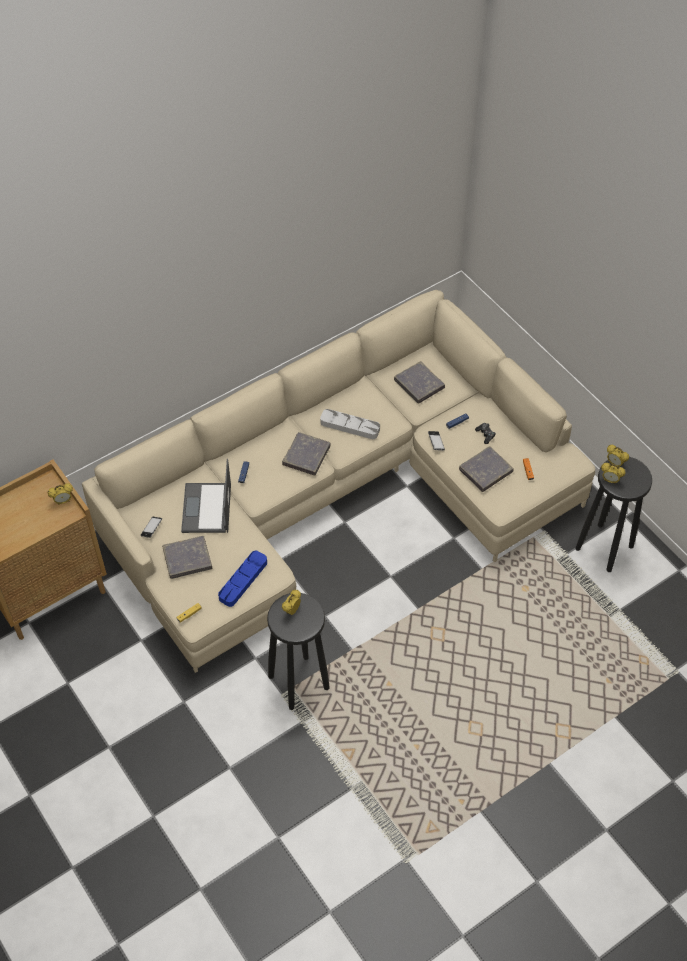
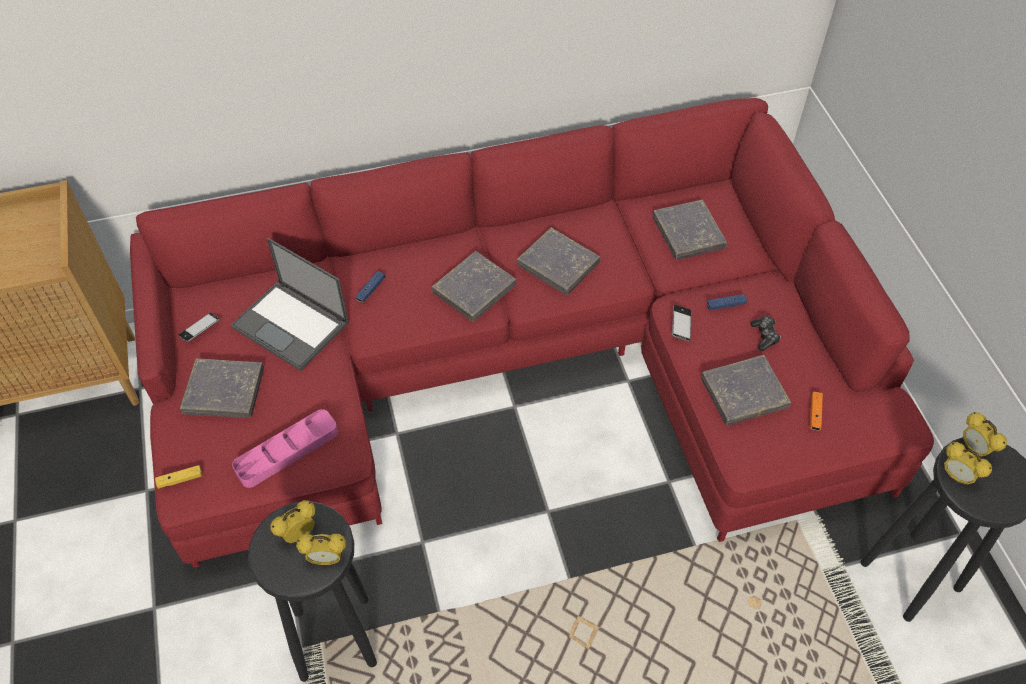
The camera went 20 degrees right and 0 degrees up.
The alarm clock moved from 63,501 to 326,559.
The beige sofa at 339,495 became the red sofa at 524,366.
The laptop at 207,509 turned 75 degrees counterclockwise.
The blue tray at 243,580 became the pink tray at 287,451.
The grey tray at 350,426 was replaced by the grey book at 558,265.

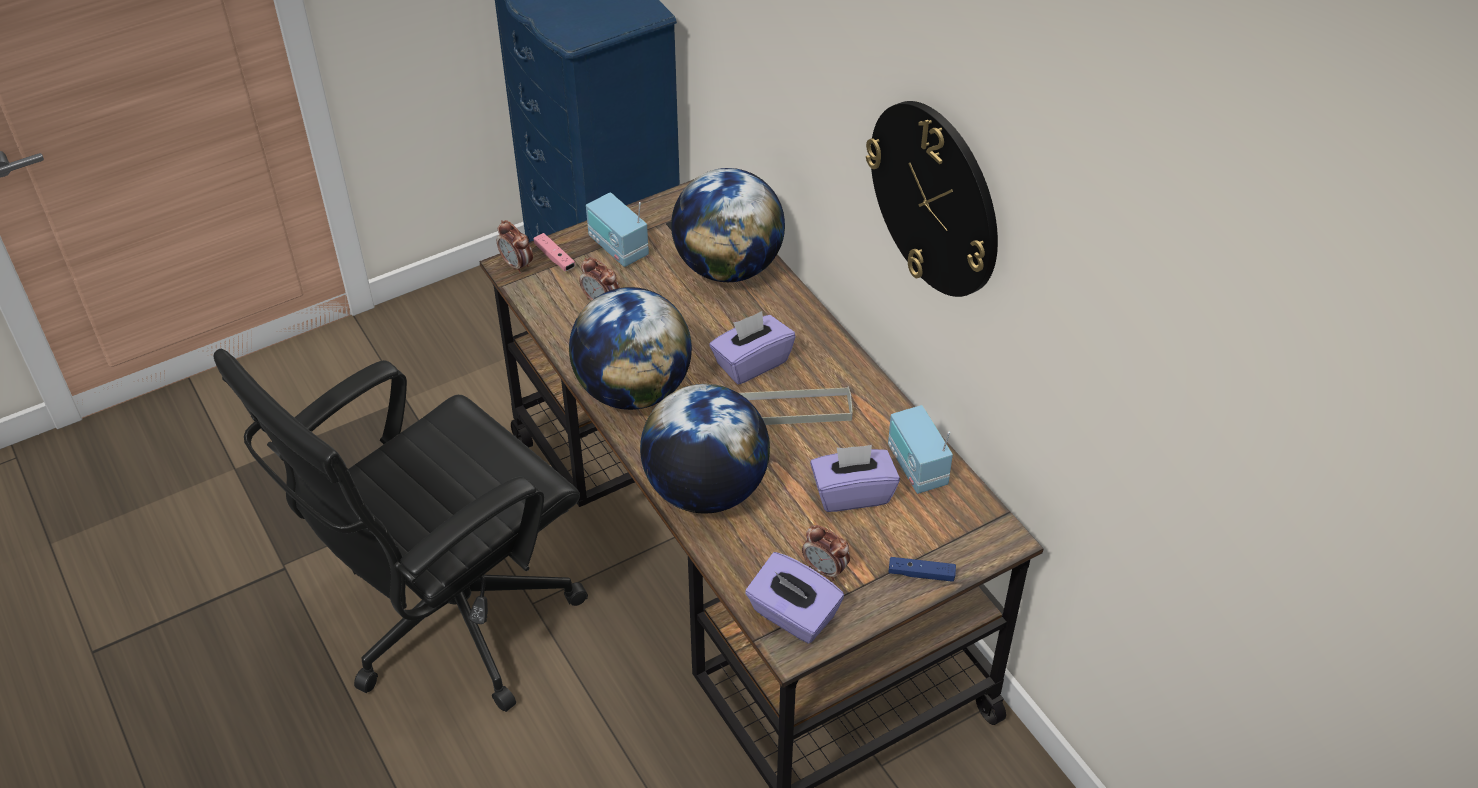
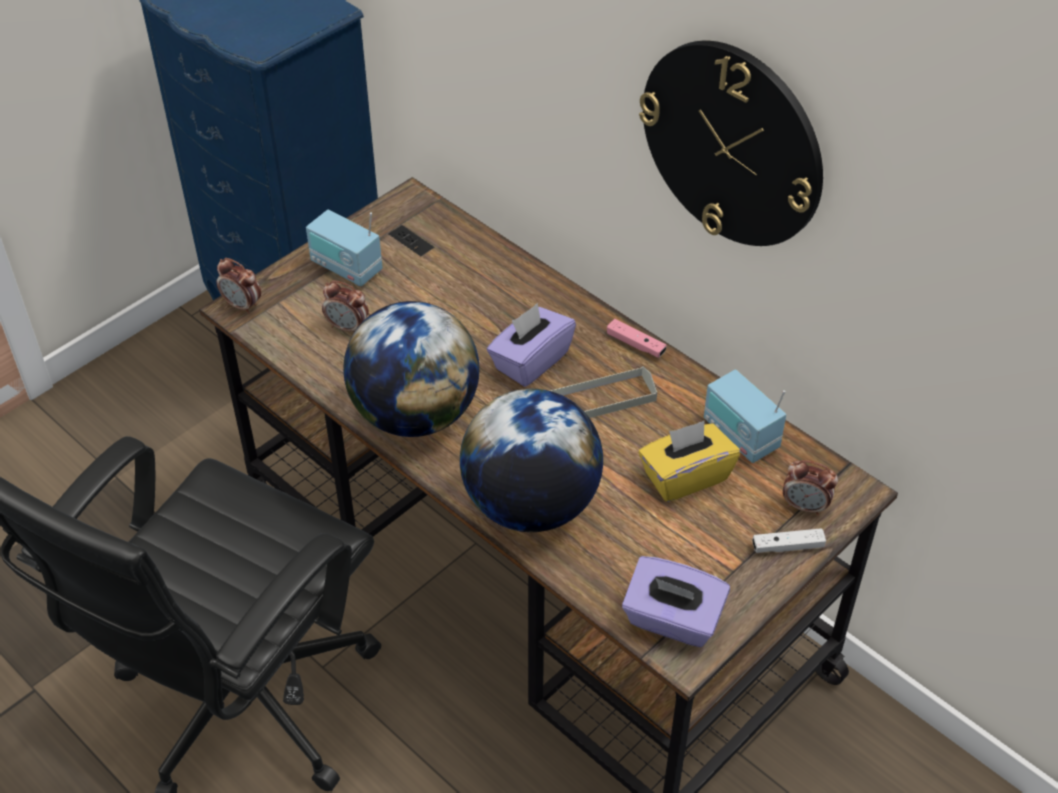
The camera went 15 degrees left and 0 degrees up.
The pink game controller moved from 554,258 to 635,344.
The globe at 728,266 disappeared.
The alarm clock moved from 825,569 to 805,506.
The purple tissue box at 852,493 became the yellow tissue box at 685,476.
The blue game controller at 921,574 became the white game controller at 787,546.

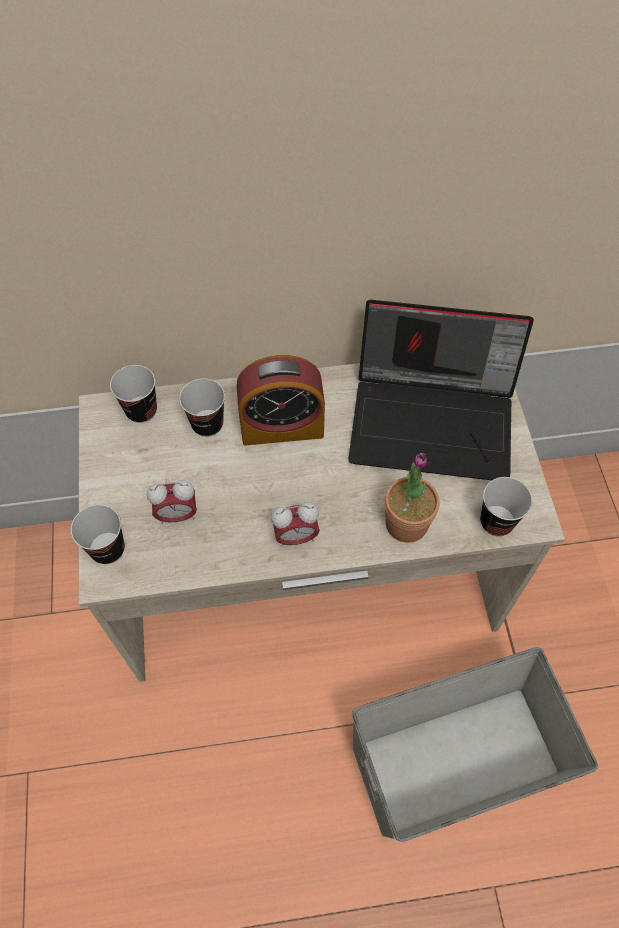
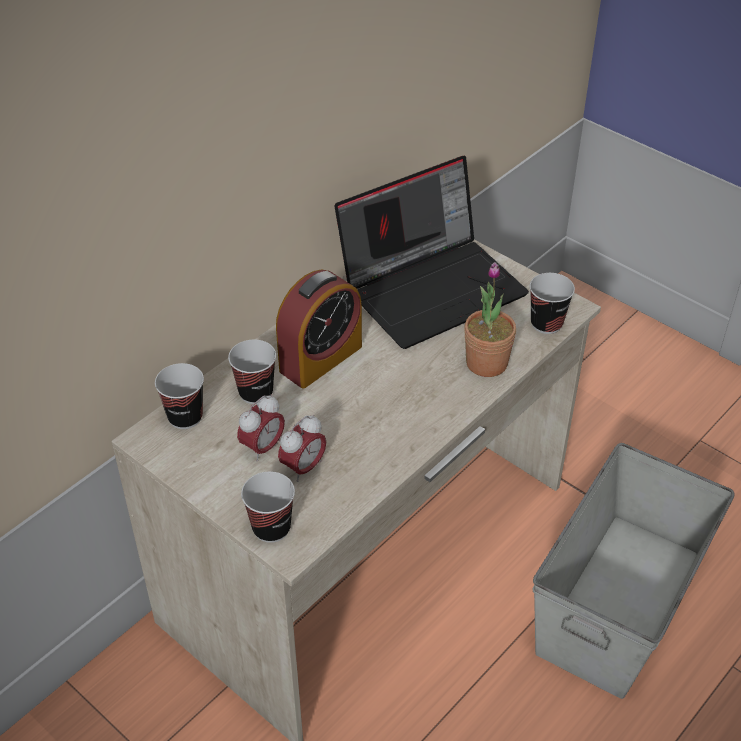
The camera went 40 degrees left and 15 degrees down.
The alarm clock moved from 296,537 to 263,447.

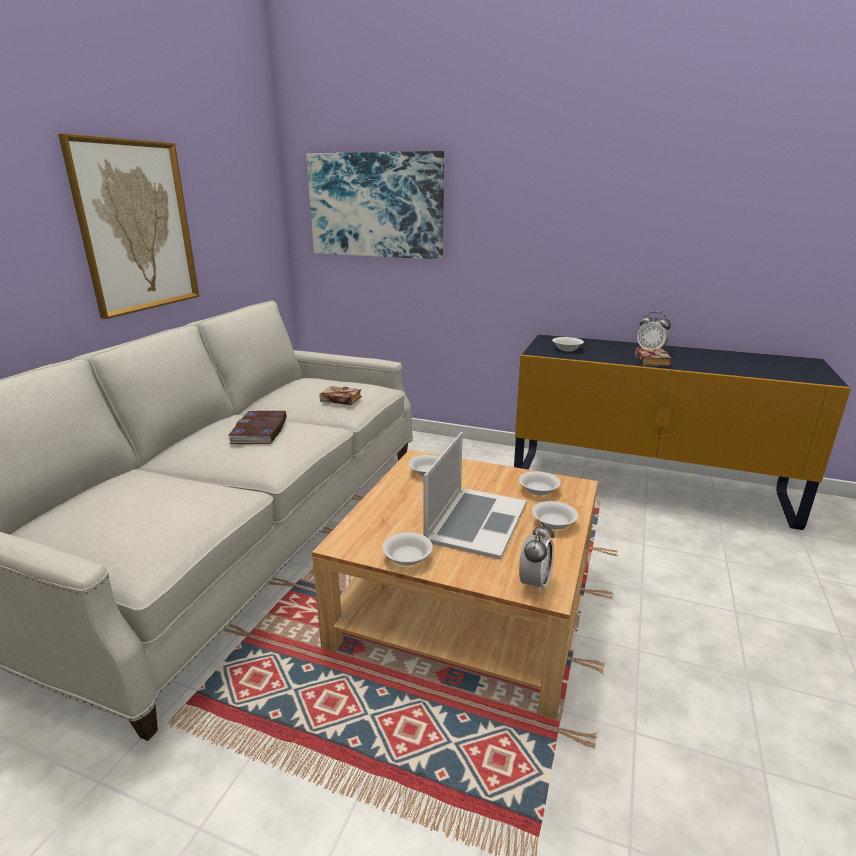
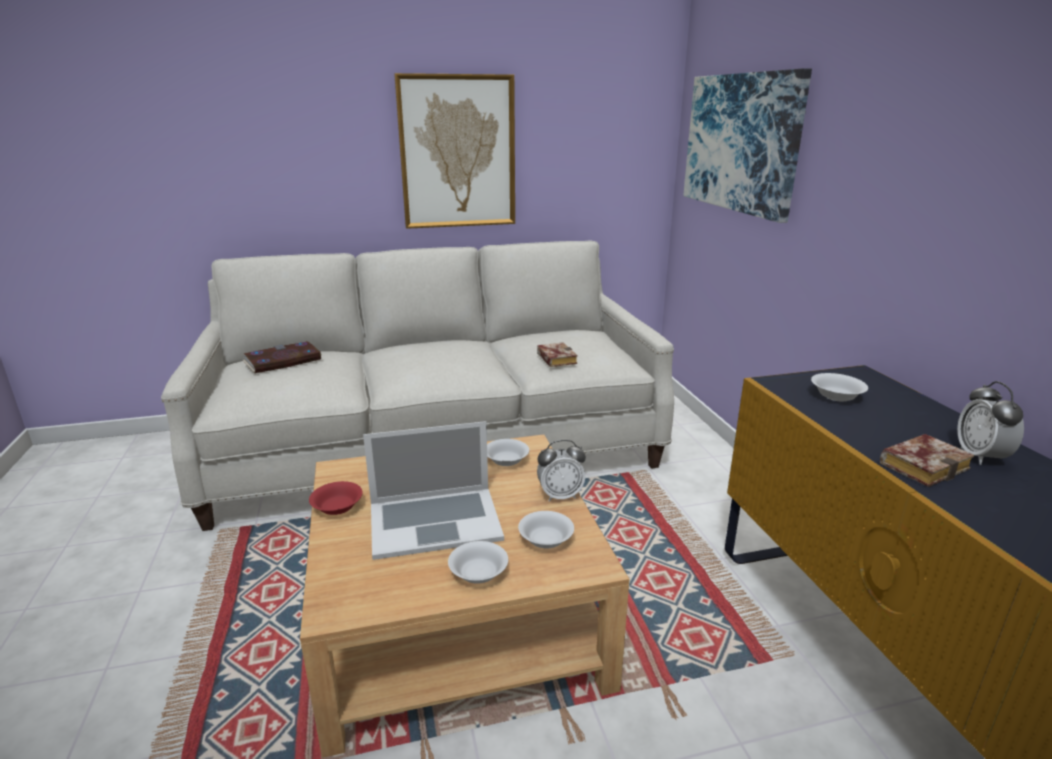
The camera went 55 degrees right and 0 degrees up.
The book moved from 260,431 to 283,361.
The white bowl at 408,558 became the red bowl at 338,507.
The alarm clock moved from 534,583 to 560,495.

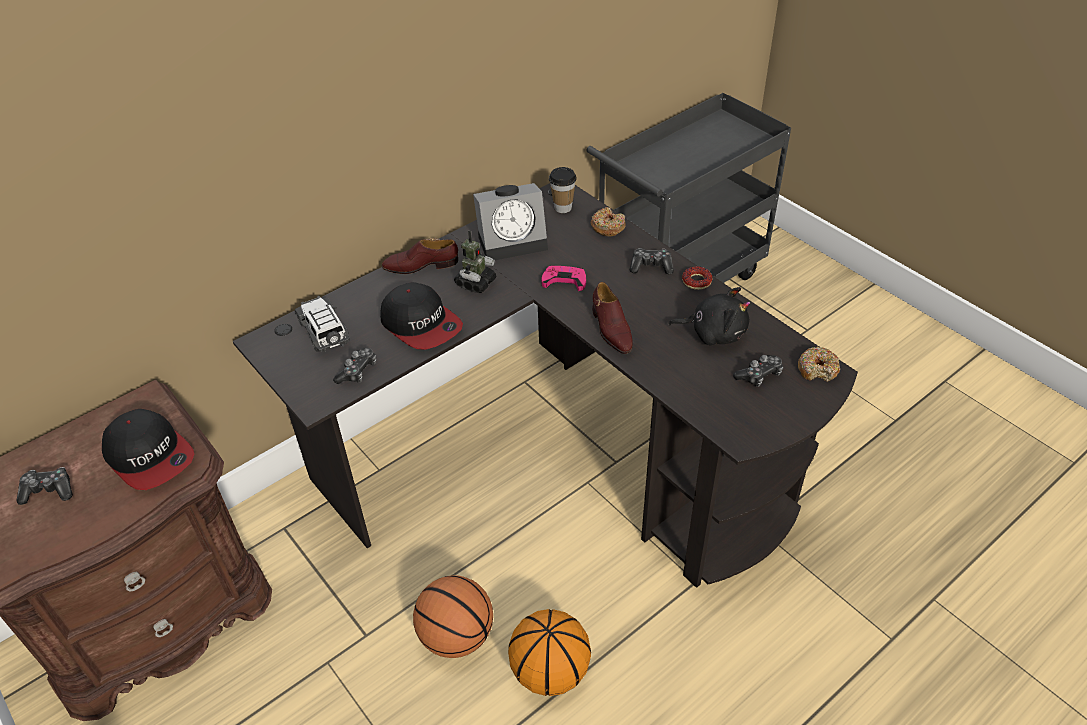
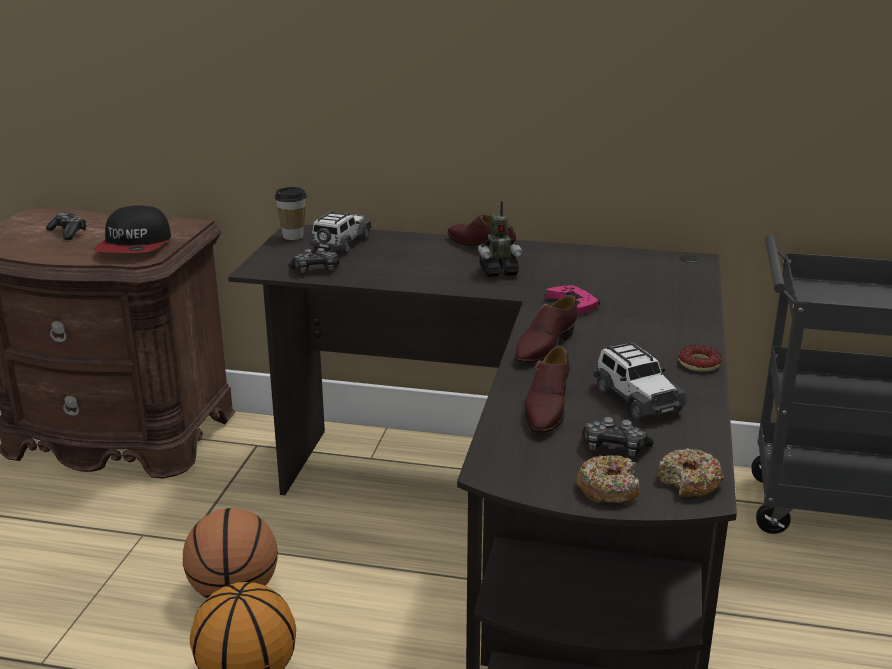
The camera went 50 degrees right and 20 degrees down.
The cap at 421,324 disappeared.
The alarm clock at 514,241 disappeared.
The cup moved from 563,208 to 293,236.
The donut moved from 607,227 to 608,489.
The game controller at 651,266 disappeared.
The black plush toy at 714,333 was replaced by the toy car at 636,399.
The brown shoe at 546,409 appeared.

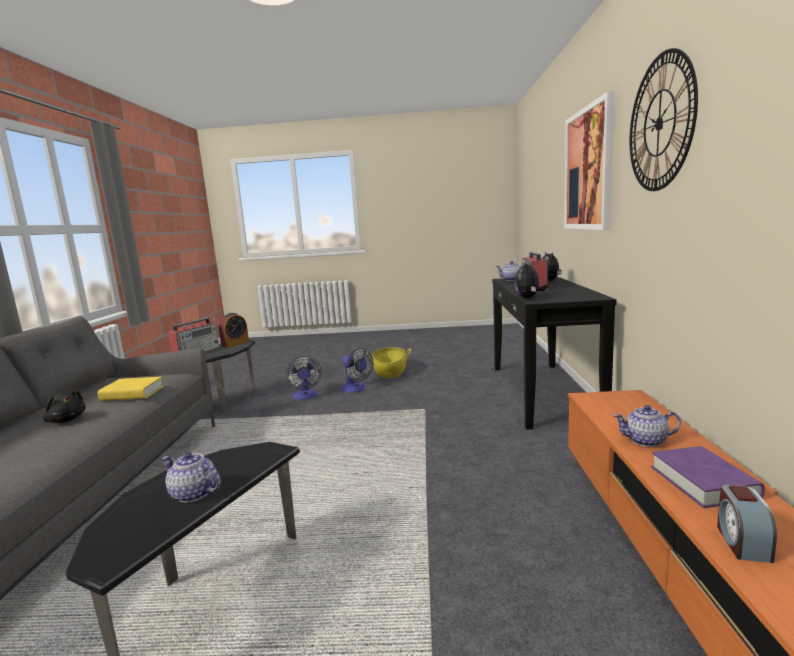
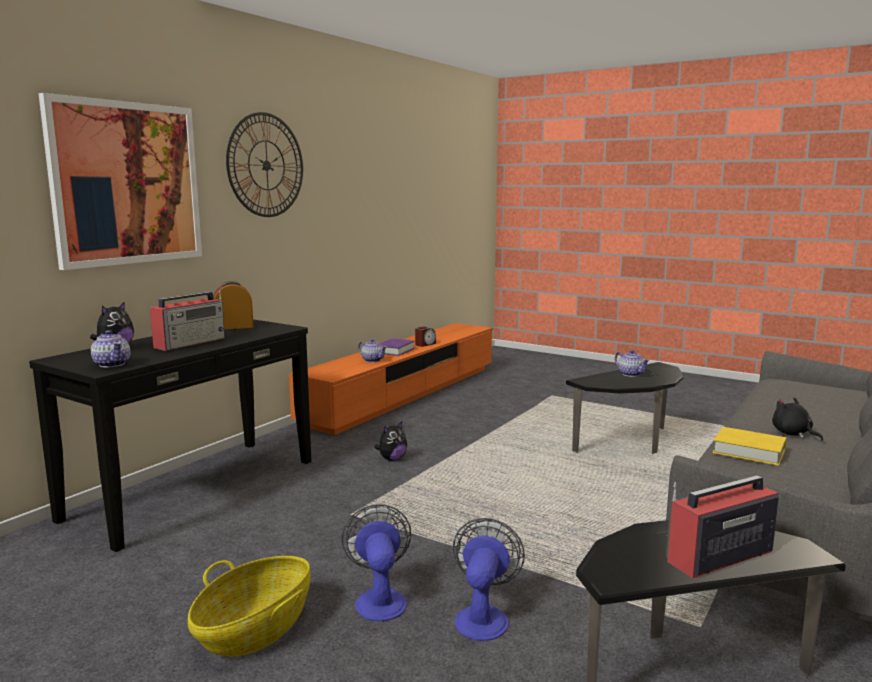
The camera went 150 degrees left and 0 degrees up.
The alarm clock moved from 235,344 to 233,327.
The plush toy moved from 529,298 to 392,459.

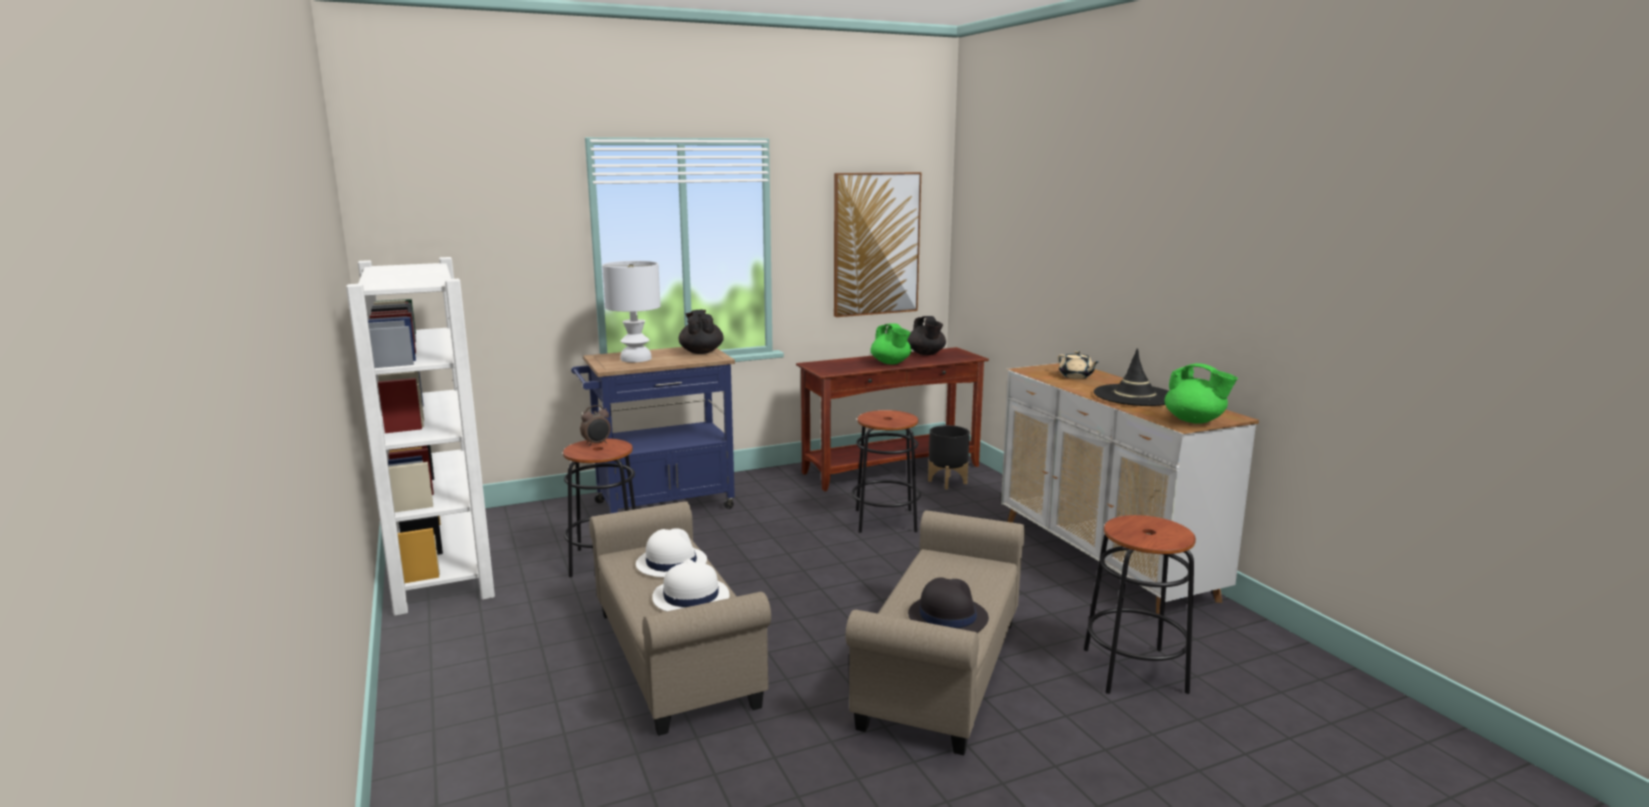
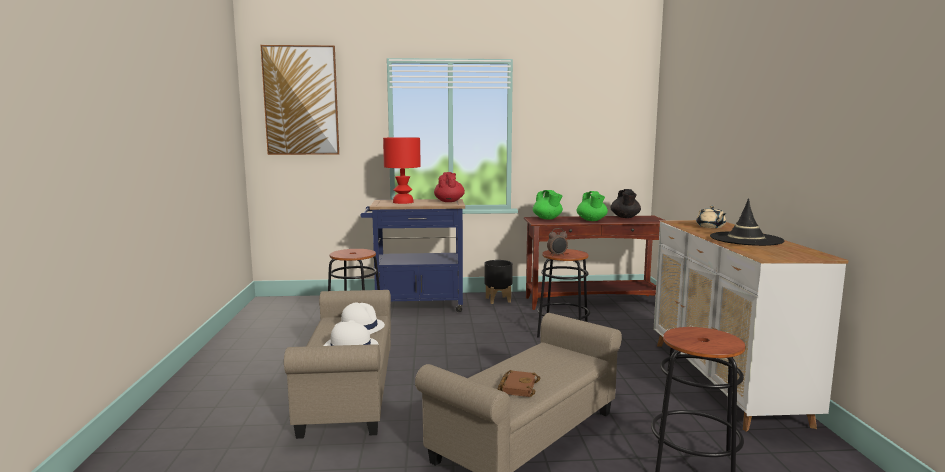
The camera went 20 degrees right and 5 degrees down.
The white bookcase at 441,564 disappeared.
The alarm clock moved from 597,444 to 557,255.
The white table lamp at 636,359 became the red table lamp at 403,202.
The black teapot at 701,352 became the red teapot at 449,201.
The picture moved from 876,244 to 301,101.
The black hat at 947,616 was replaced by the brown book at 517,386.
The black planter moved from 947,482 to 498,300.
The green teapot moved from 1195,421 to 547,218.

